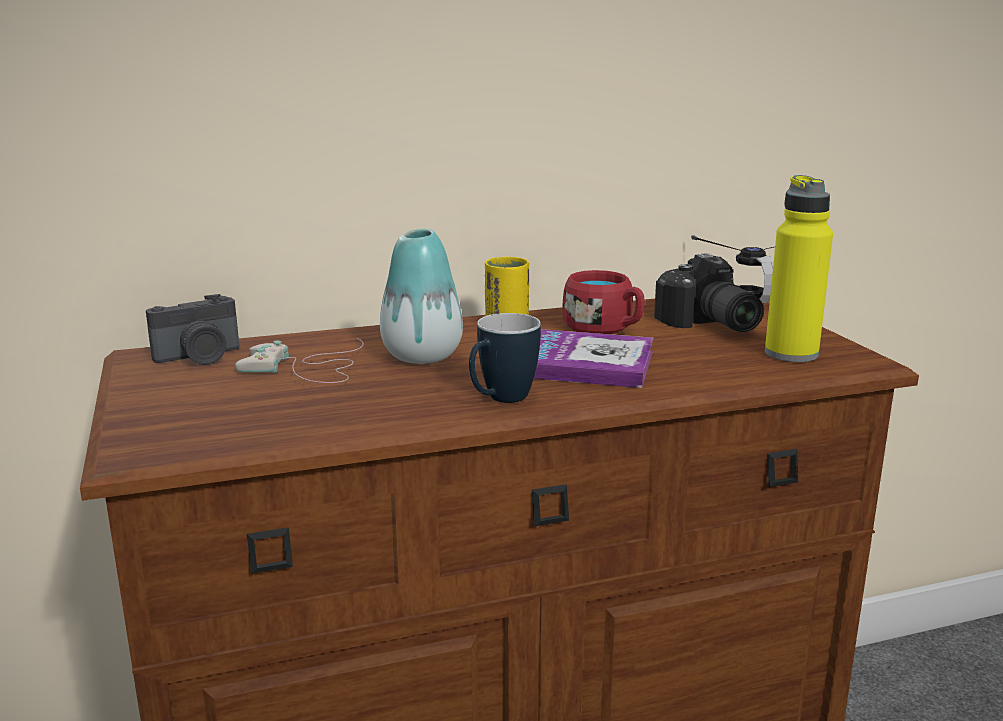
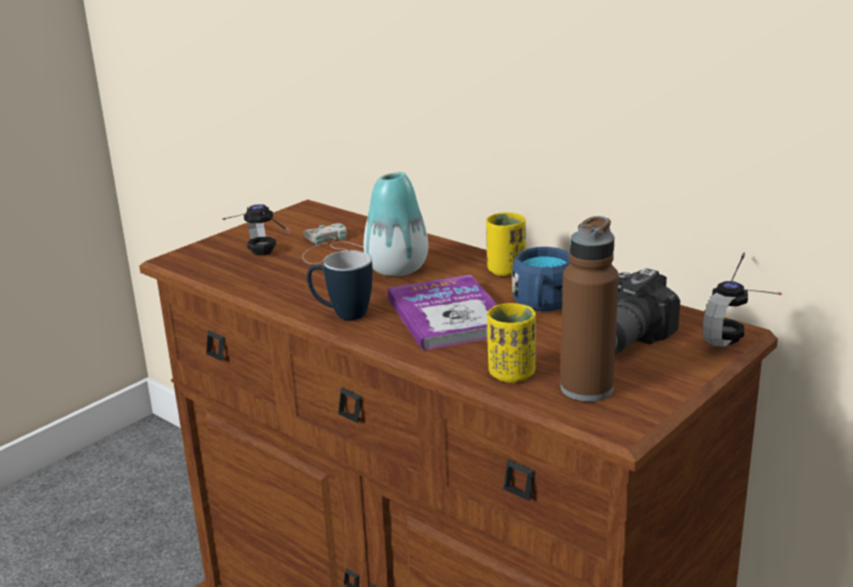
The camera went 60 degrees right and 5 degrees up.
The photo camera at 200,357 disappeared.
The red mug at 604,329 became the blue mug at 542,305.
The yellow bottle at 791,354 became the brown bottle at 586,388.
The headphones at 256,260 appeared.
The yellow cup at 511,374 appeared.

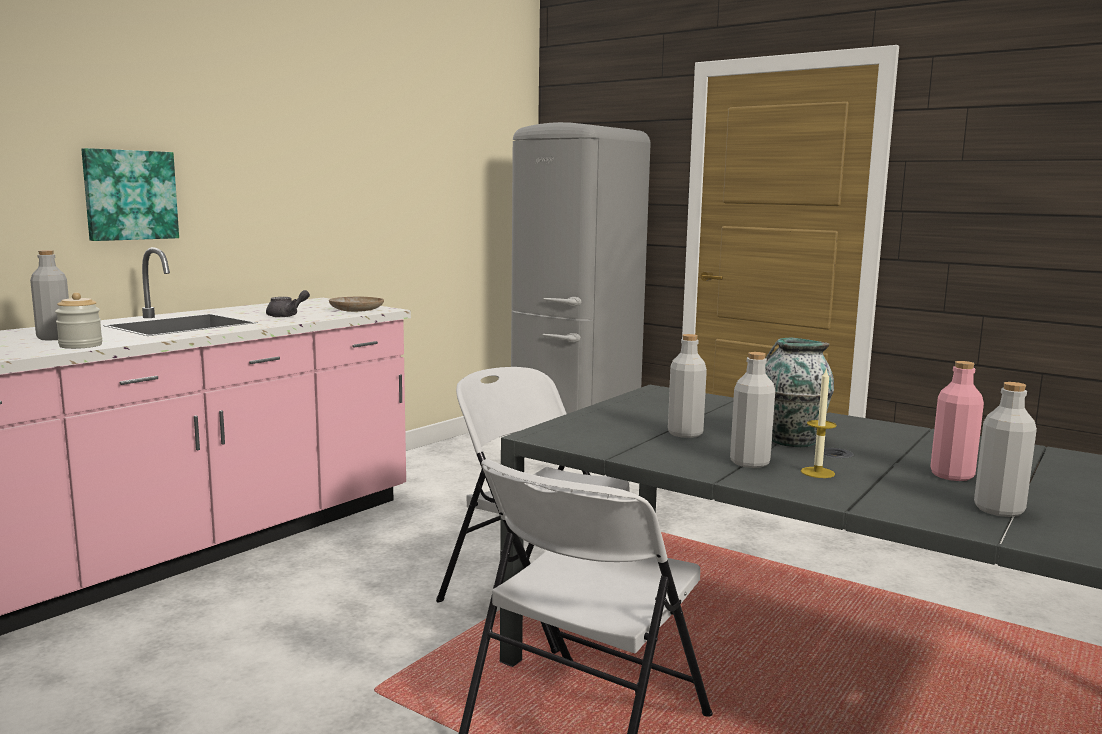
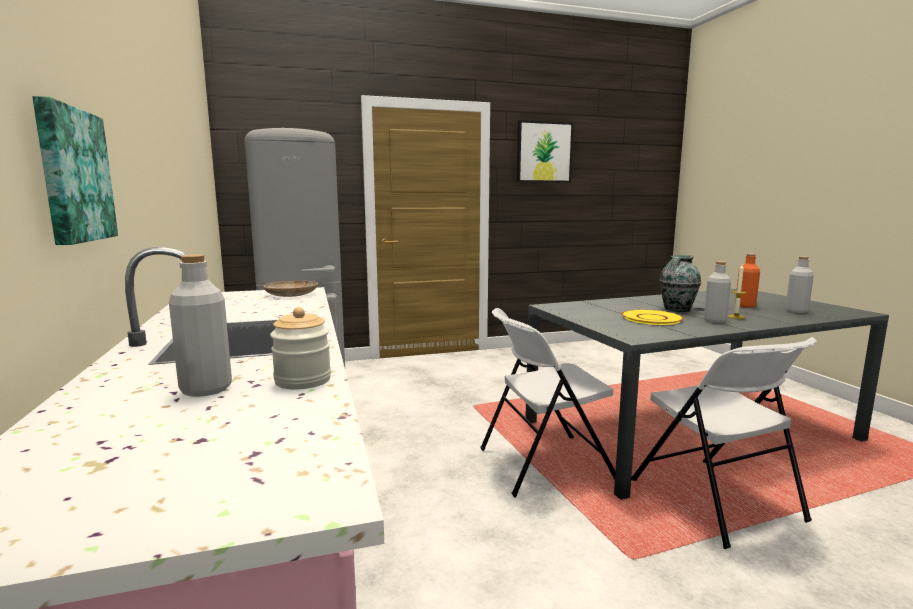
The camera went 55 degrees left and 0 degrees up.
The grey teapot at 287,315 disappeared.
The grey bottle at 685,433 was replaced by the yellow plate at 651,318.
The pink bottle at 952,475 became the orange bottle at 745,306.
The picture at 544,152 appeared.

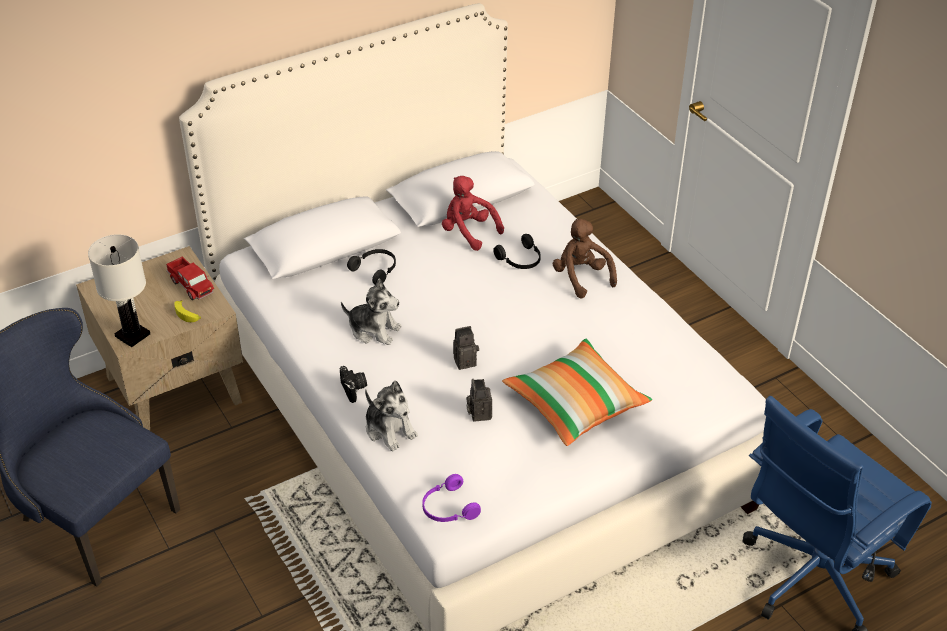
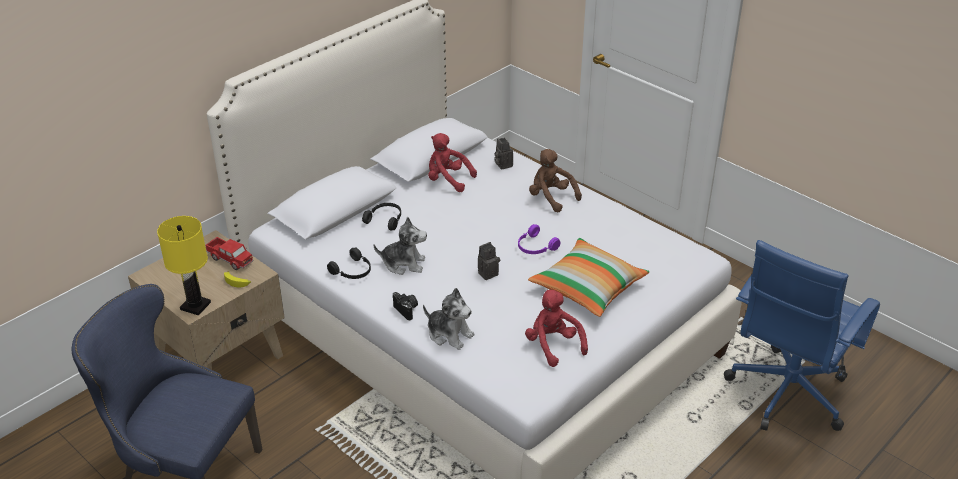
The camera went 15 degrees left and 5 degrees down.
The white table lamp at 132,335 became the yellow table lamp at 195,306.
The purple headphones moved from 448,508 to 535,247.
The photo camera moved from 479,413 to 502,164.
The black headphones moved from 520,260 to 353,271.
The red plush toy at 553,345 appeared.

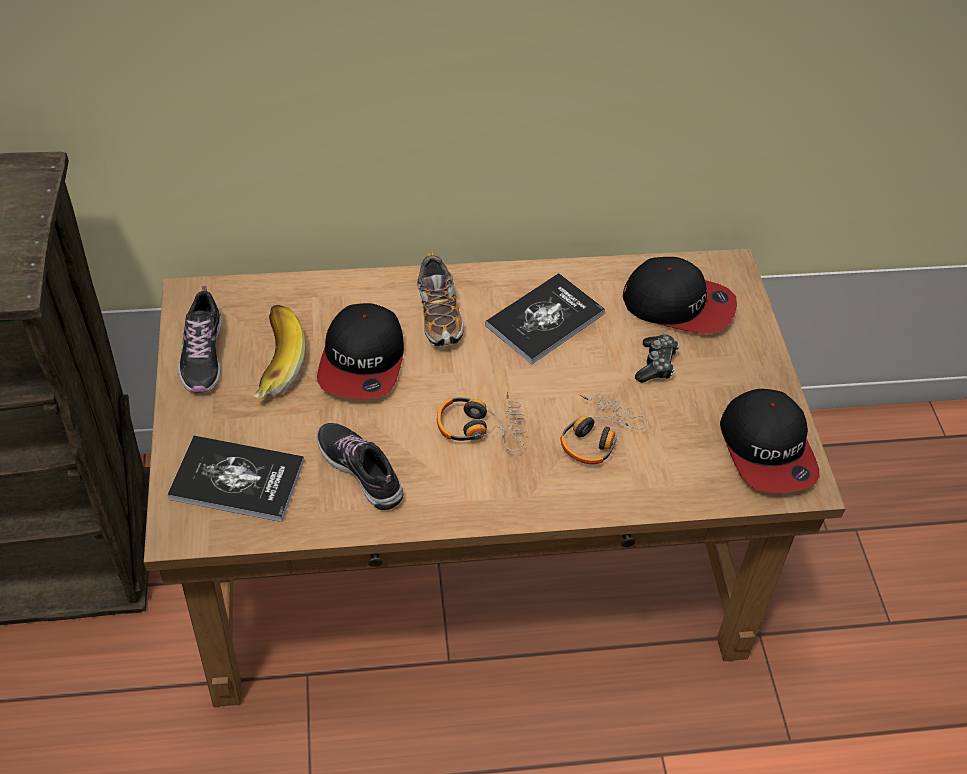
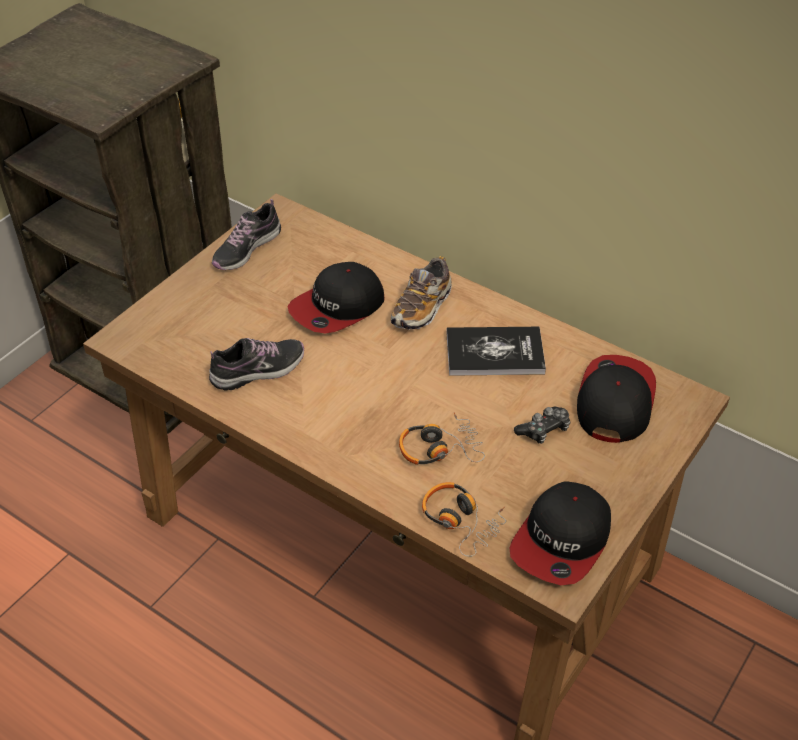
The camera went 45 degrees right and 5 degrees down.
The book at 237,480 disappeared.
The banana at 271,363 disappeared.
The shoe at 360,470 turned 60 degrees clockwise.
The headphones moved from 480,427 to 461,521.
The cap at 678,304 turned 135 degrees counterclockwise.

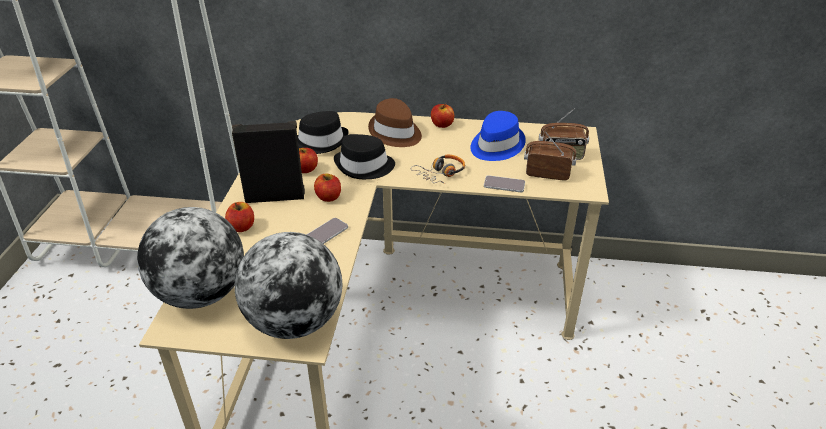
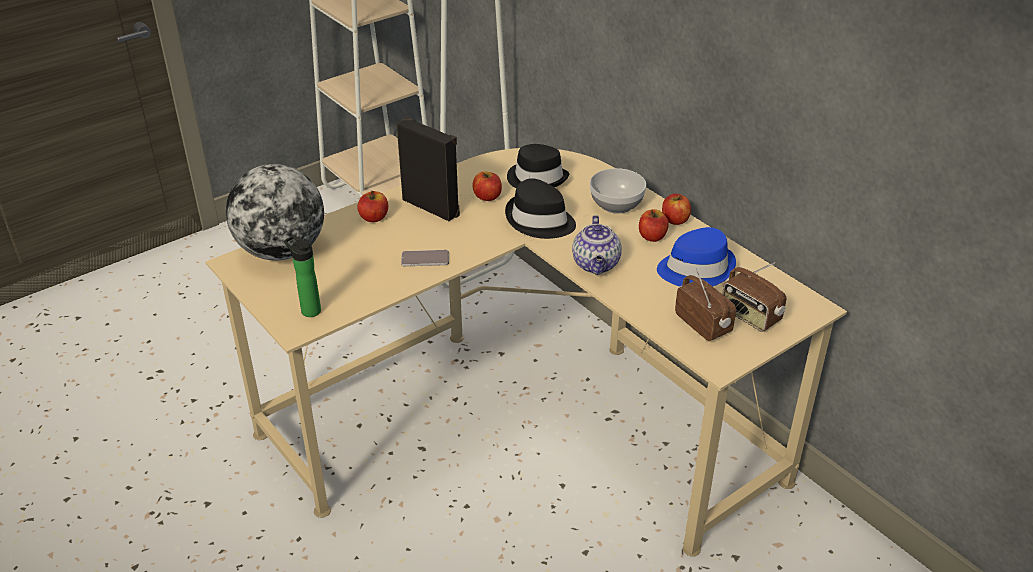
The camera went 45 degrees right and 0 degrees up.
The globe at 294,322 was replaced by the bottle at 308,310.
The apple moved from 328,197 to 652,237.
The brown hat at 395,133 was replaced by the bowl at 615,205.
The headphones at 440,174 was replaced by the teapot at 596,265.
The phone at 504,184 disappeared.

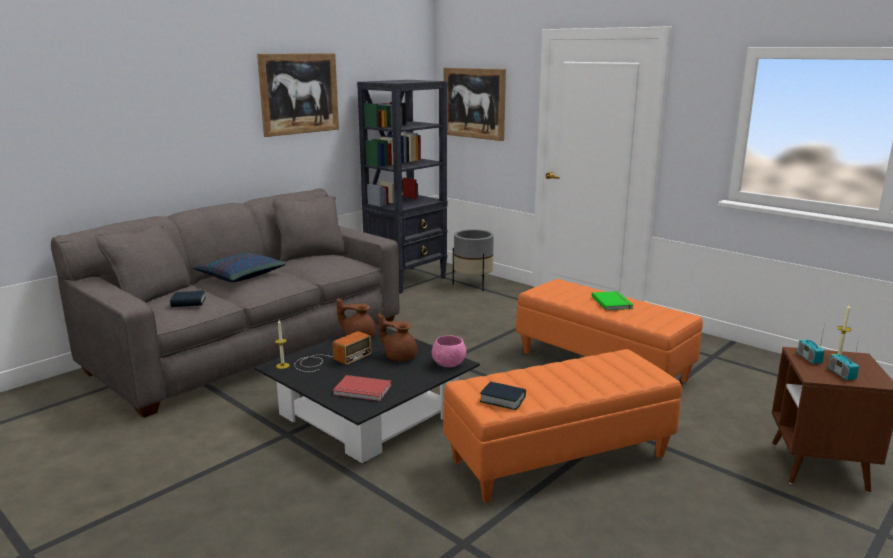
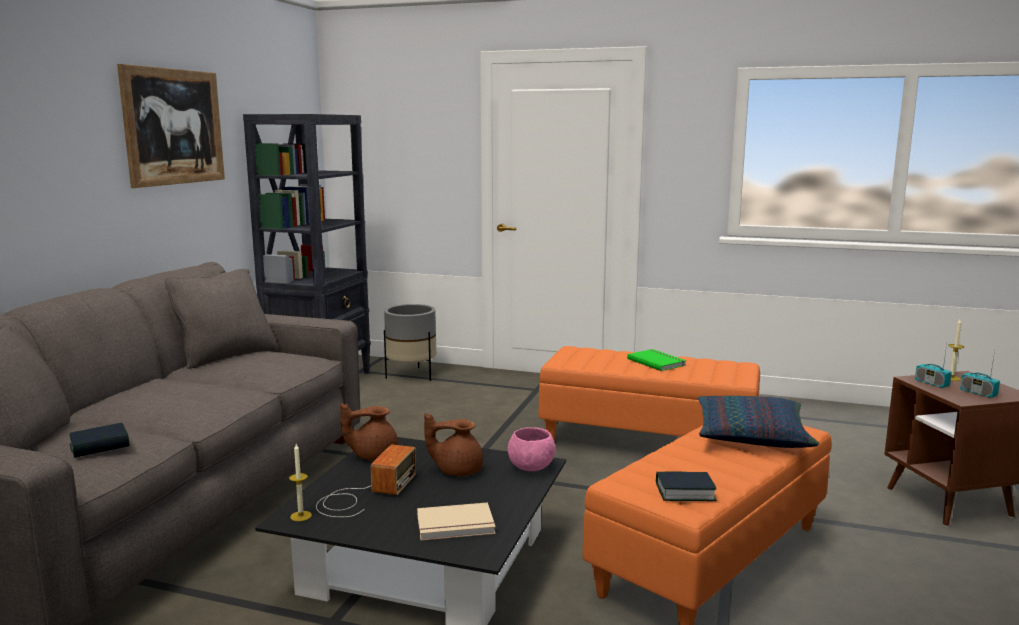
The camera went 25 degrees left and 5 degrees down.
The blue pillow moved from 240,276 to 751,435.
The red book at 362,391 became the beige book at 456,525.
The picture at 474,103 disappeared.

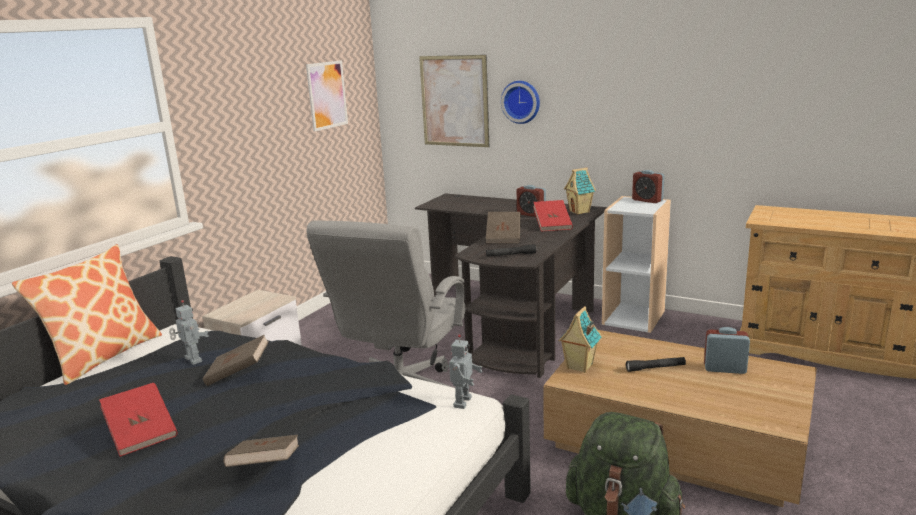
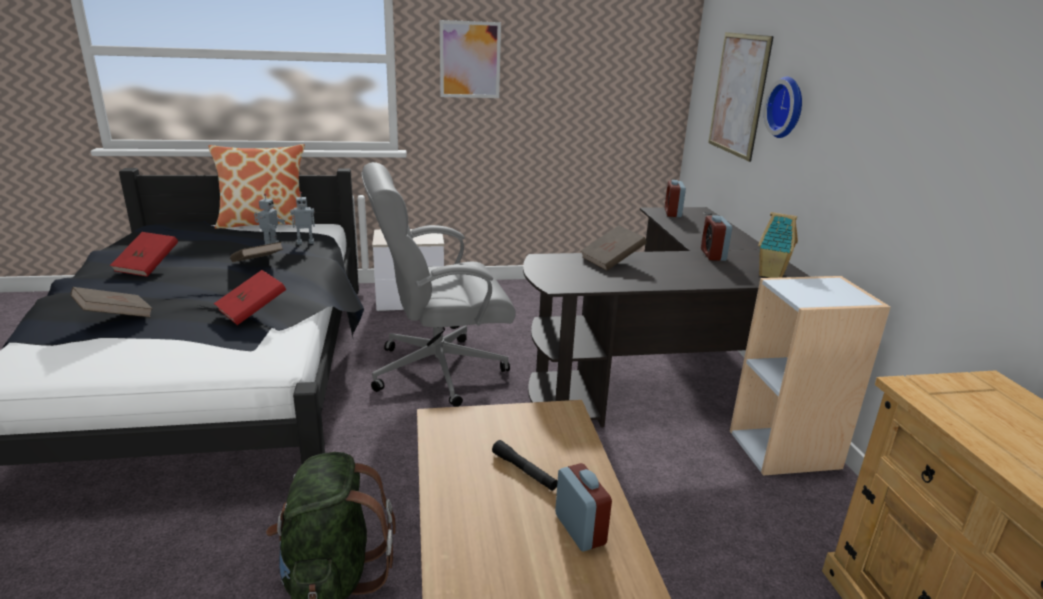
The camera went 50 degrees right and 5 degrees up.
The picture moved from 327,95 to 470,60.
The toy robot moved from 461,402 to 305,242.
The black flashlight at 511,255 disappeared.
The red book moved from 552,225 to 252,311.
The toy house at 579,367 disappeared.
The alarm clock moved from 647,200 to 672,213.

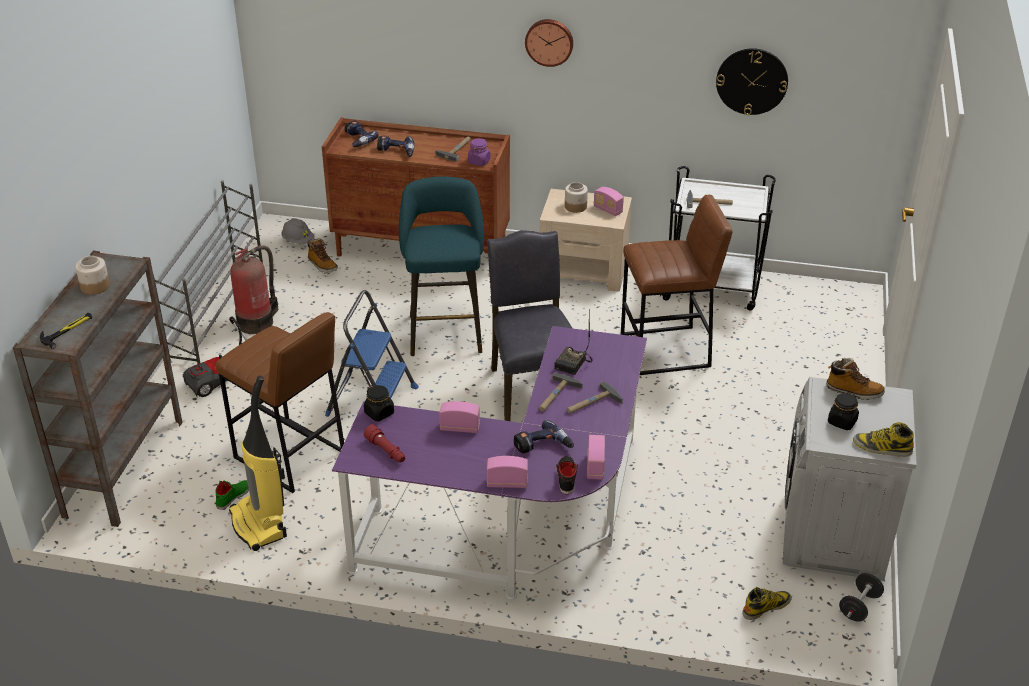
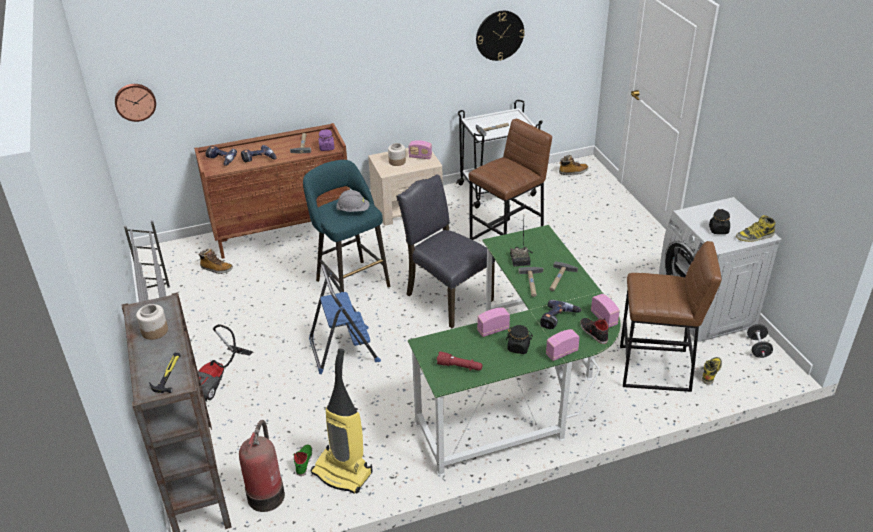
The camera went 30 degrees left and 0 degrees up.
The brown stool moved from 291,456 to 656,368.
The fire extinguisher moved from 257,321 to 267,493.
The grey hard hat moved from 298,241 to 353,210.
The purple desk at 520,525 became the green desk at 522,389.
The black jar moved from 379,413 to 518,347.
The wall clock moved from 549,41 to 135,101.
The boot moved from 853,391 to 573,172.

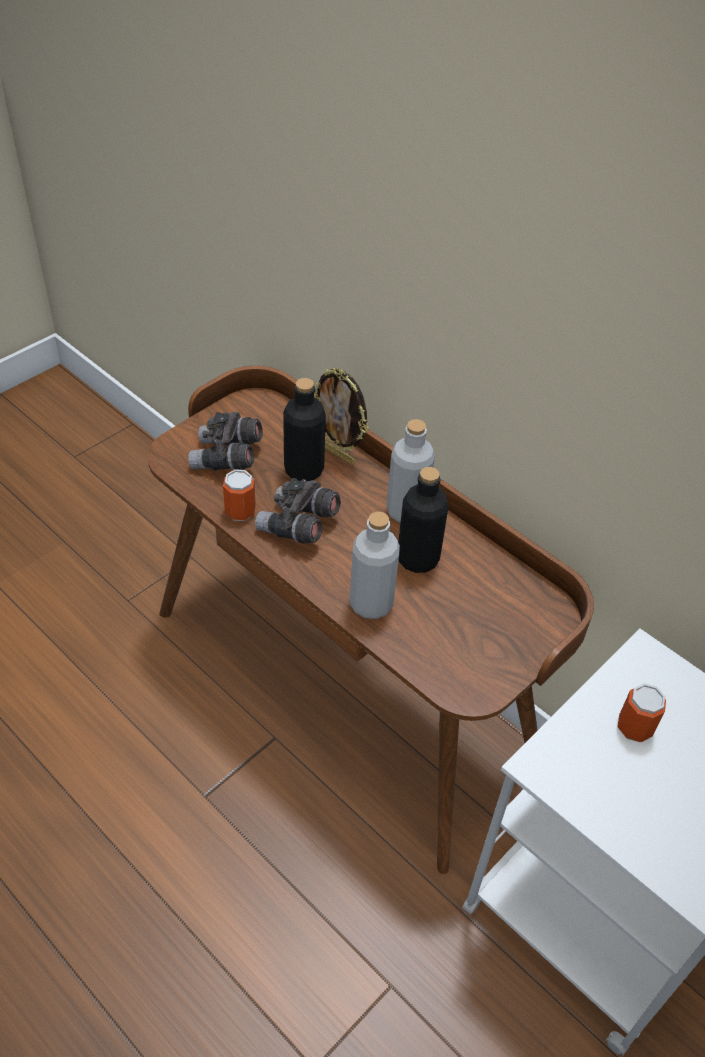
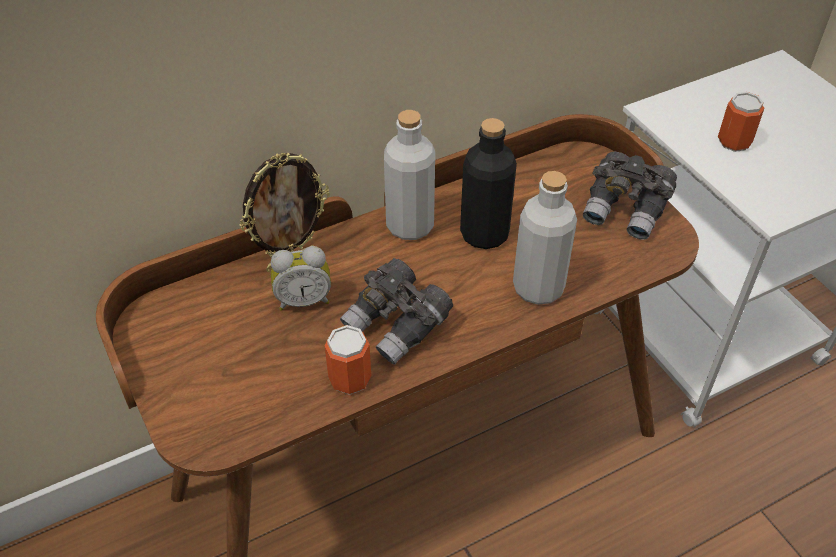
The camera went 70 degrees left and 0 degrees up.
The grey binoculars moved from 227,458 to 626,210.
The black bottle at 304,470 was replaced by the alarm clock at 303,300.

